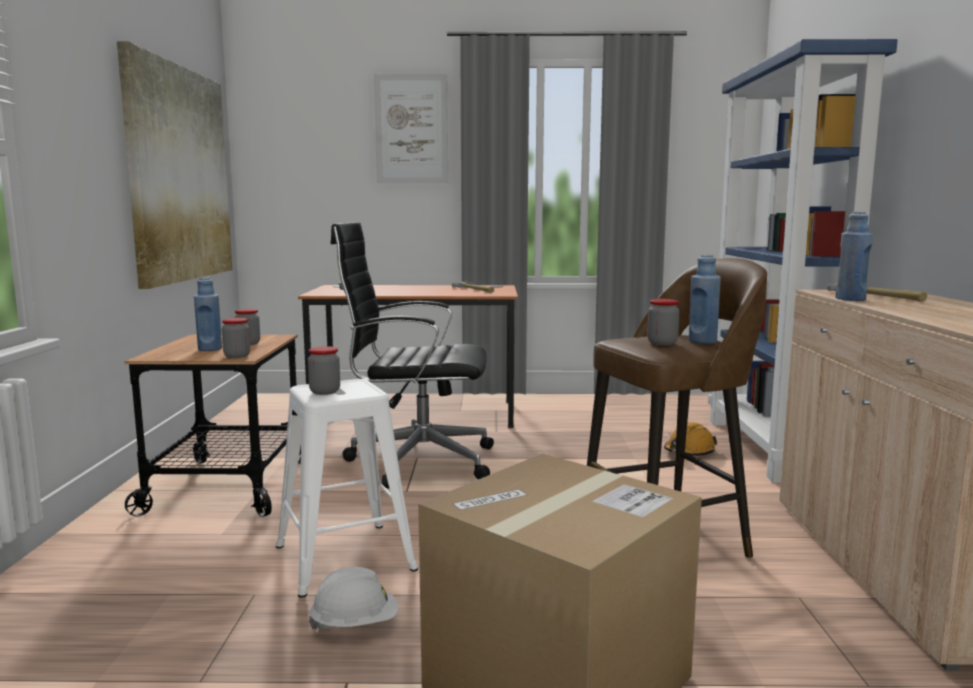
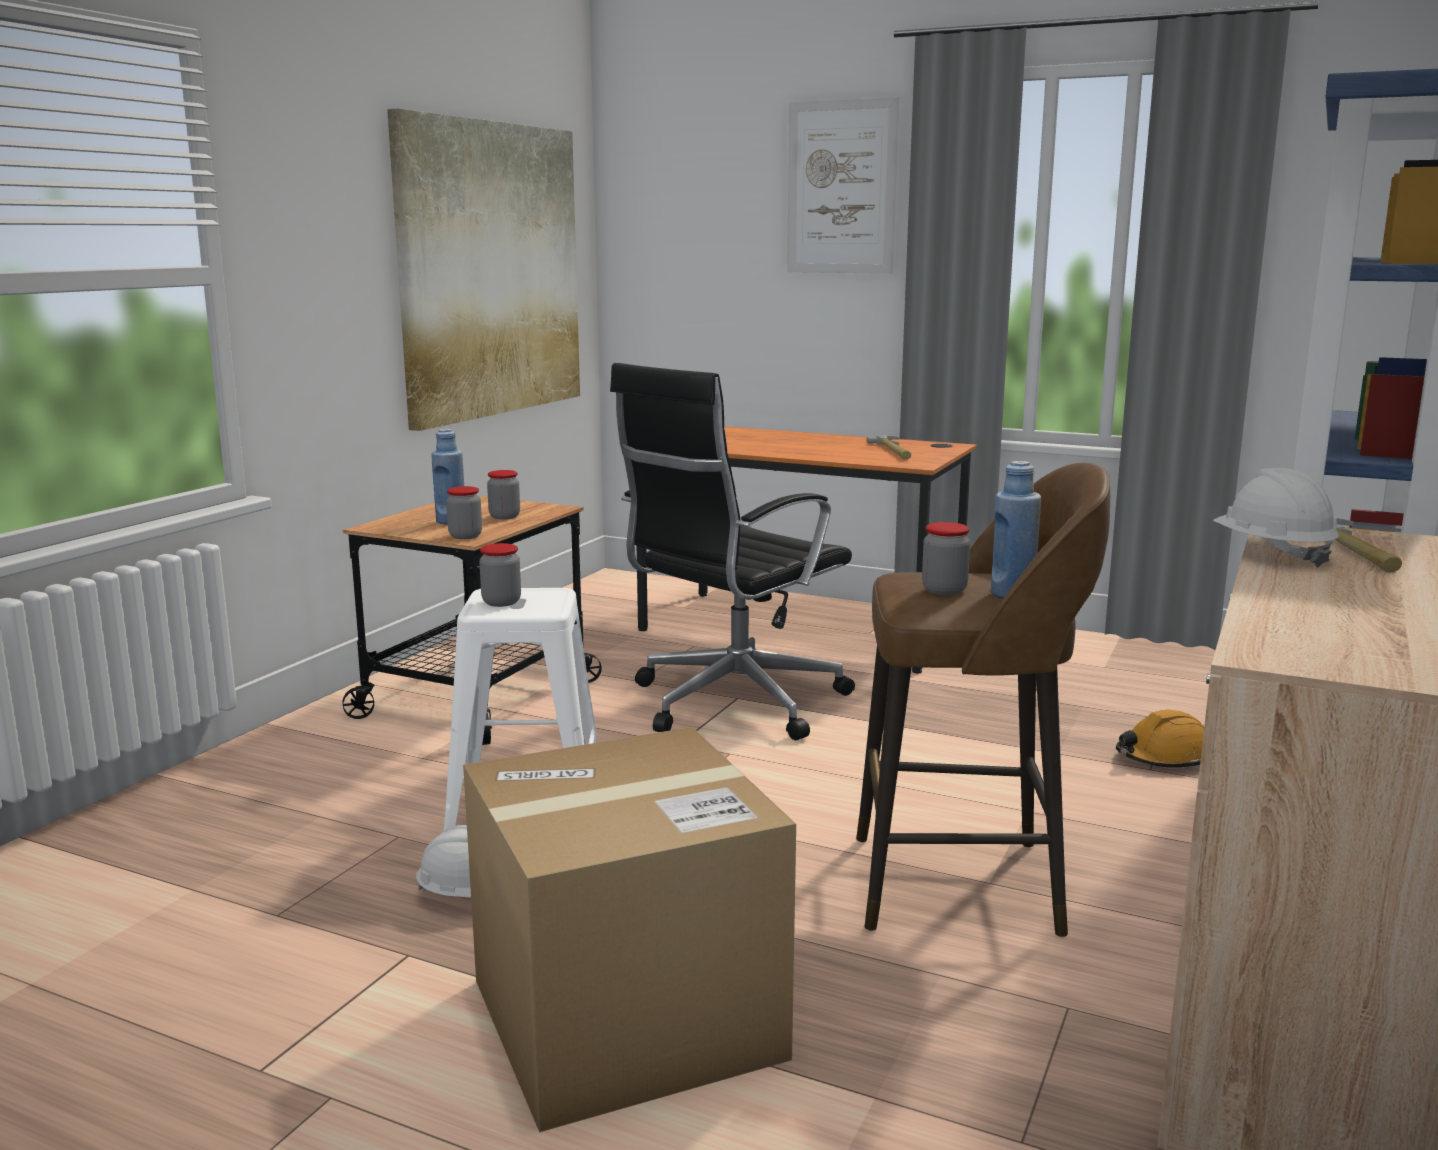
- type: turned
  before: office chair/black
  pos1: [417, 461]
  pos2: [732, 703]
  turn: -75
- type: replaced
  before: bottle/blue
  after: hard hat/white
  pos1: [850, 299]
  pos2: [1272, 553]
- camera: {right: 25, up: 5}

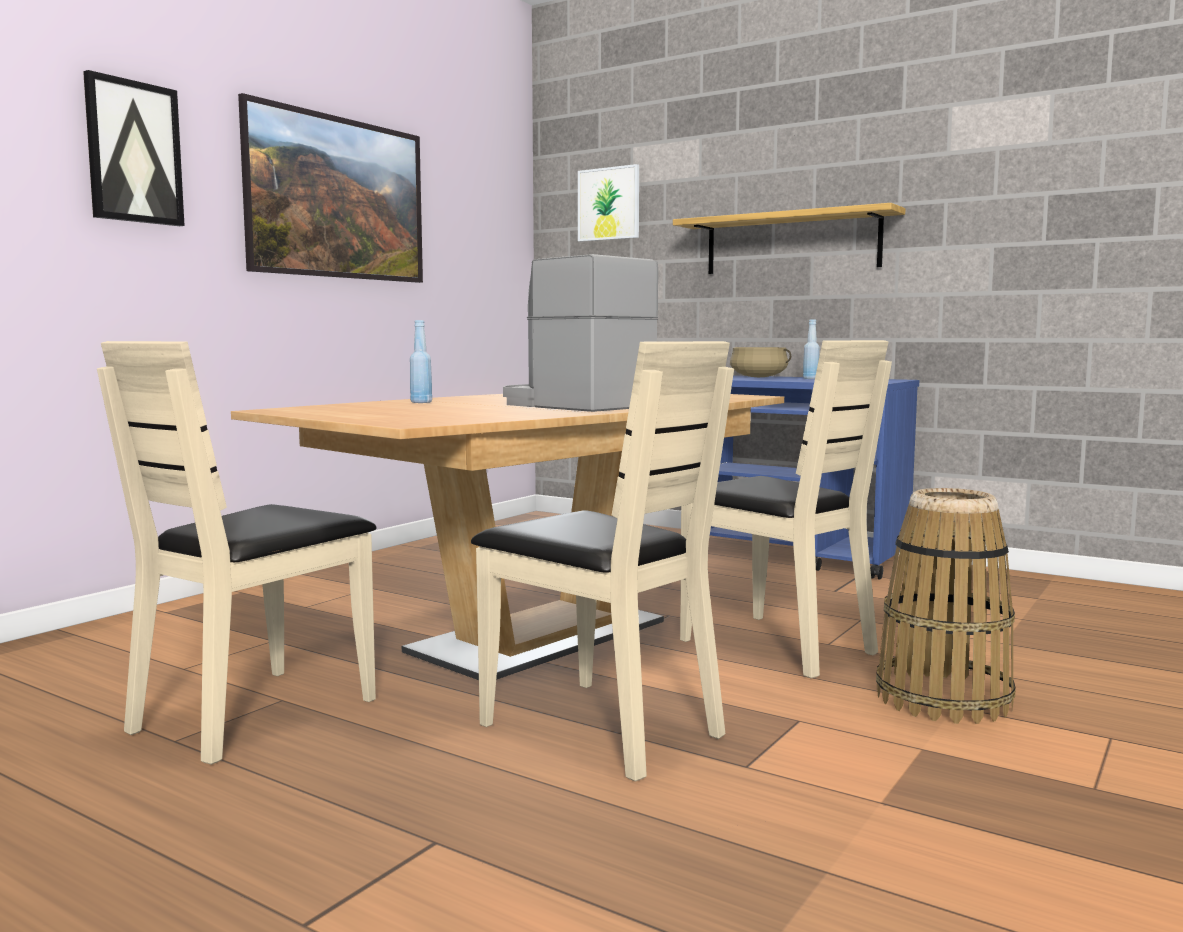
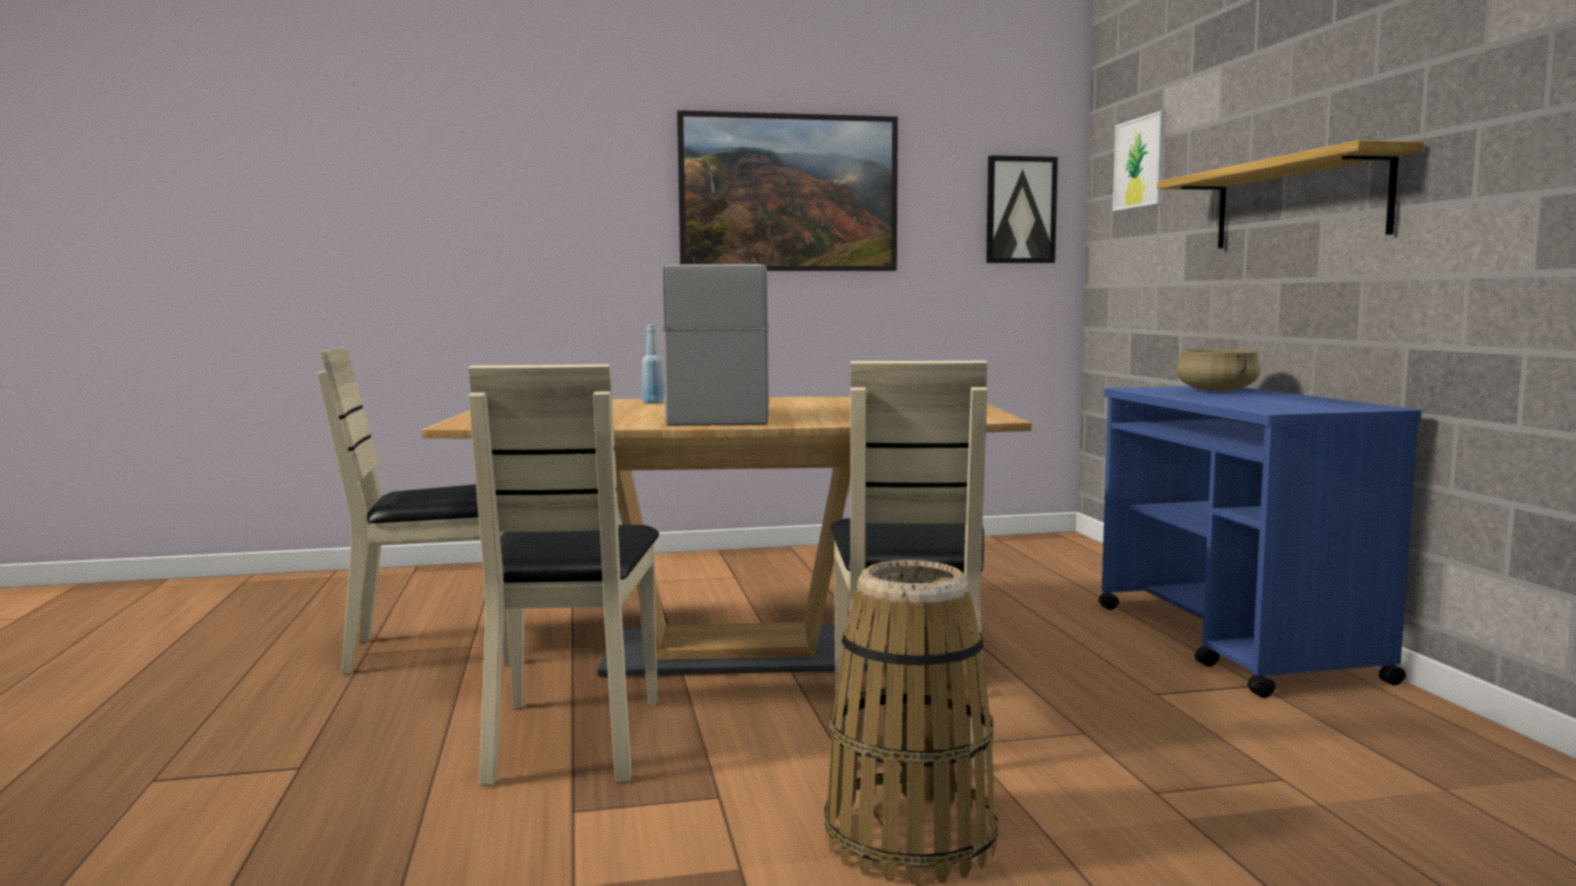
- type: moved
  before: picture
  pos1: [133, 152]
  pos2: [1020, 210]
- type: removed
  before: bottle/blue
  pos1: [810, 379]
- camera: {right: 45, up: 0}

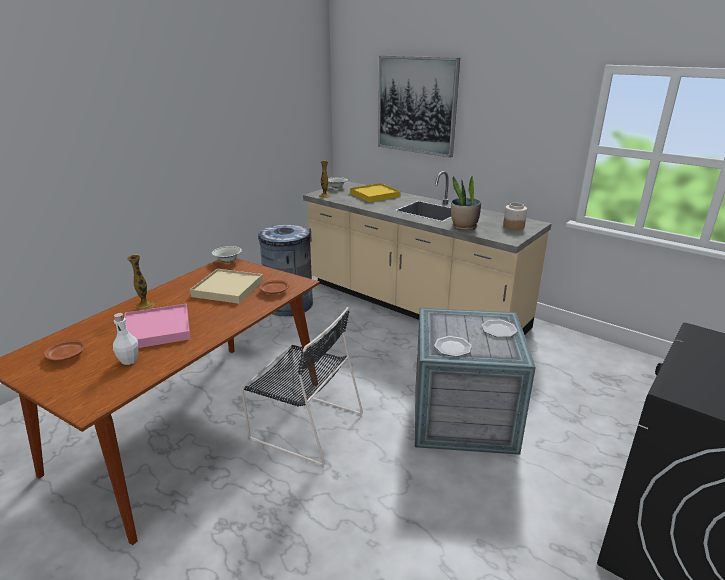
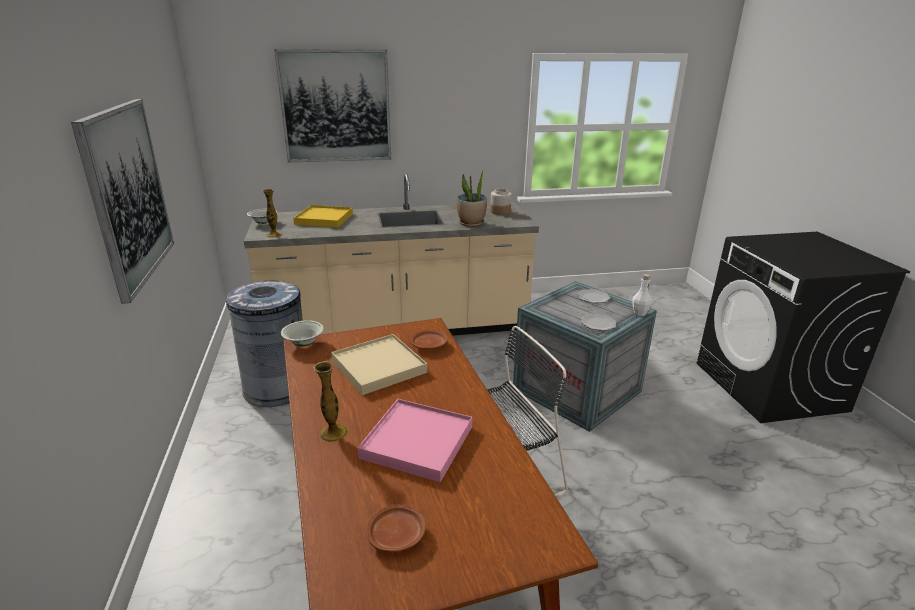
- type: added
  after: picture
  pos2: [128, 194]
- type: moved
  before: bottle/white
  pos1: [129, 360]
  pos2: [640, 313]
- camera: {right: -50, up: 0}

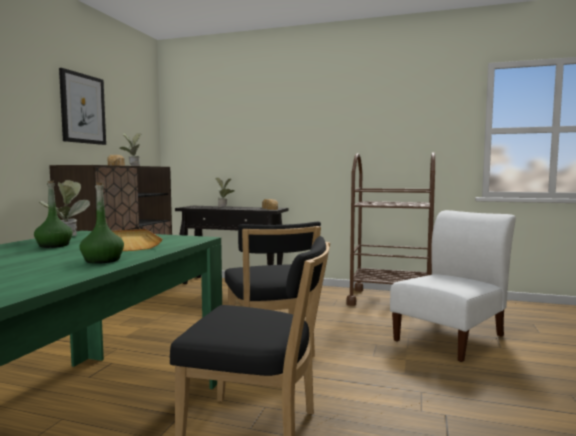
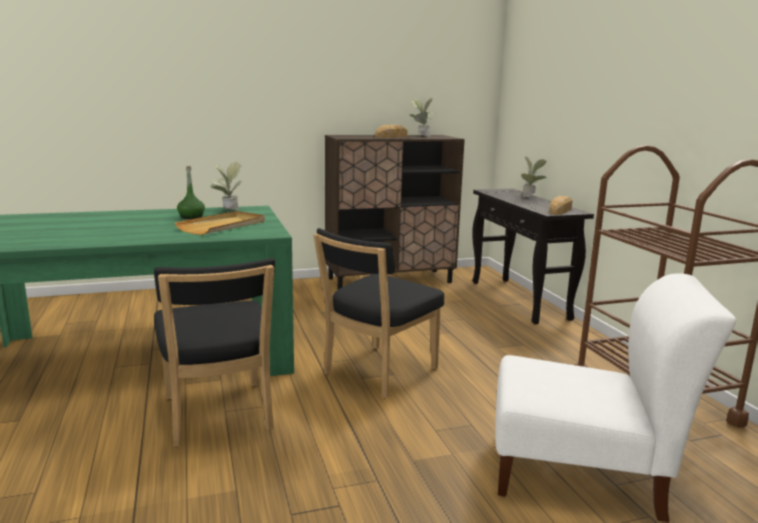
- type: removed
  before: picture
  pos1: [82, 109]
- type: removed
  before: bottle/green
  pos1: [103, 260]
- camera: {right: 55, up: 10}

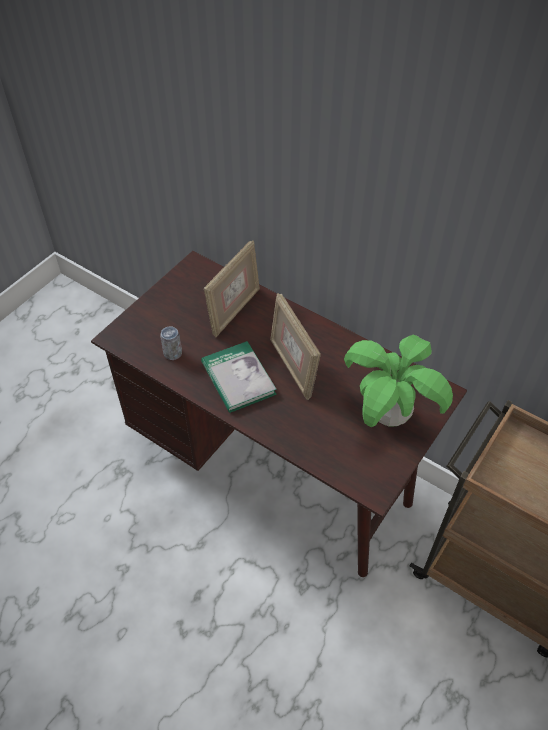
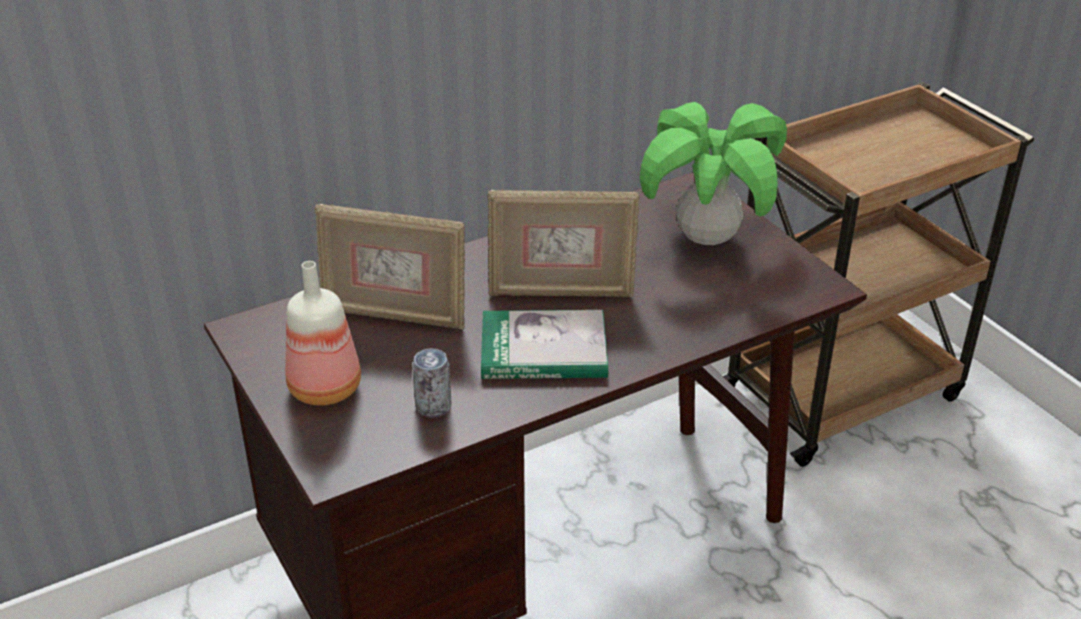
- type: added
  after: bottle
  pos2: [324, 387]
- type: turned
  before: picture frame
  pos1: [234, 311]
  pos2: [394, 315]
  turn: 135
- camera: {right: -65, up: -15}

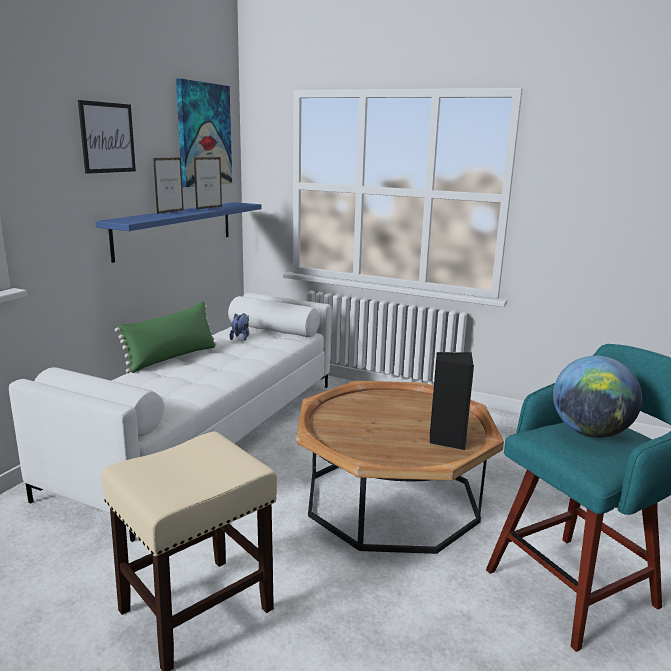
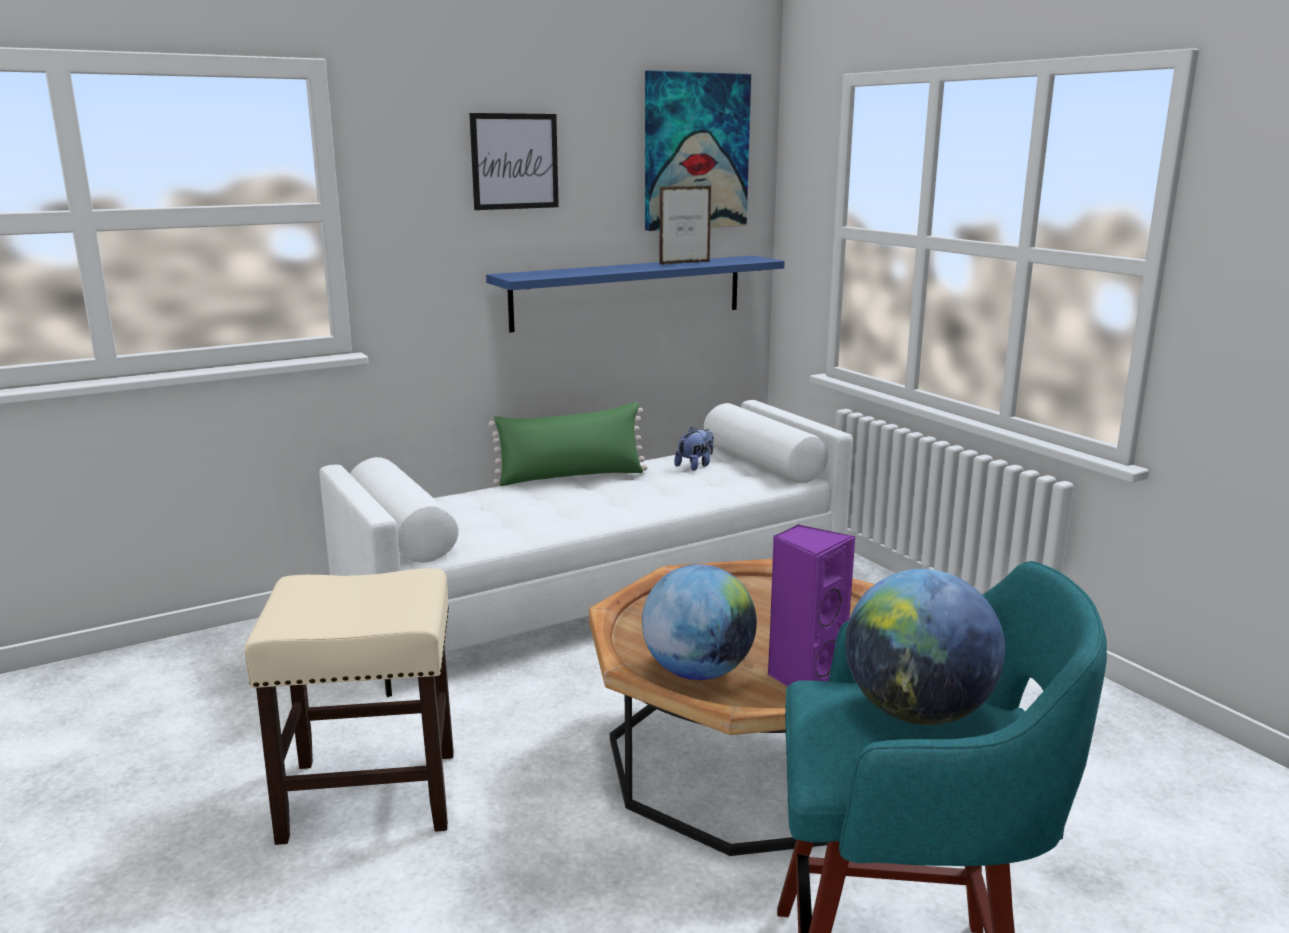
- type: added
  after: globe
  pos2: [698, 672]
- type: recoloured
  before: speaker/black
  after: speaker/purple
  pos1: [447, 439]
  pos2: [804, 678]
- type: removed
  before: picture frame
  pos1: [170, 212]
- camera: {right: 35, up: 0}

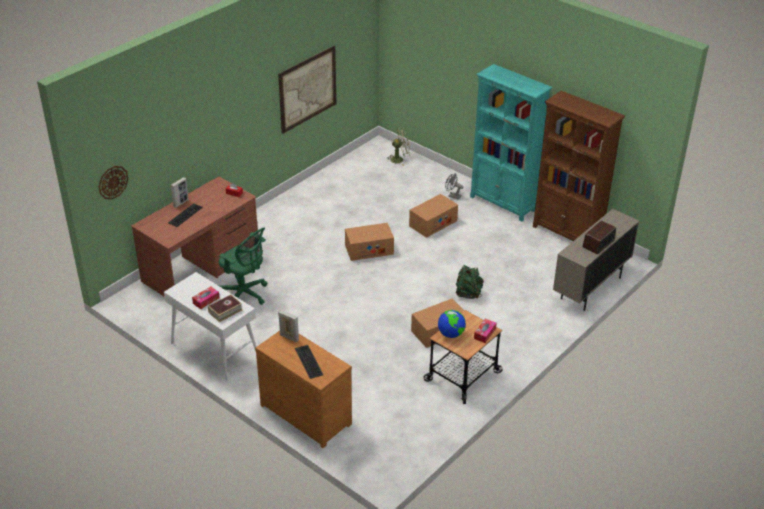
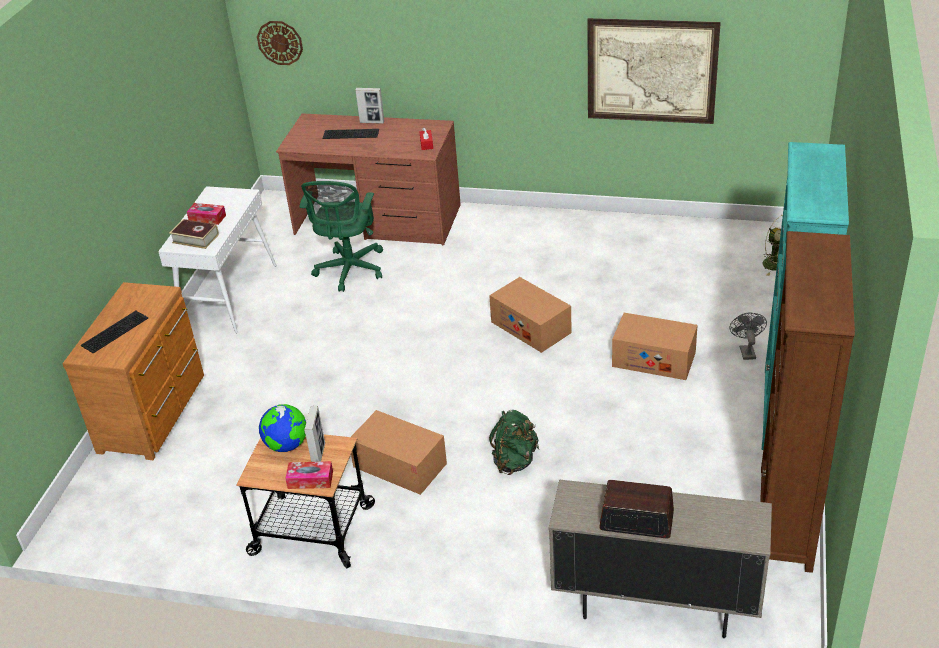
- type: moved
  before: picture frame
  pos1: [289, 337]
  pos2: [318, 455]
- camera: {right: 65, up: 0}

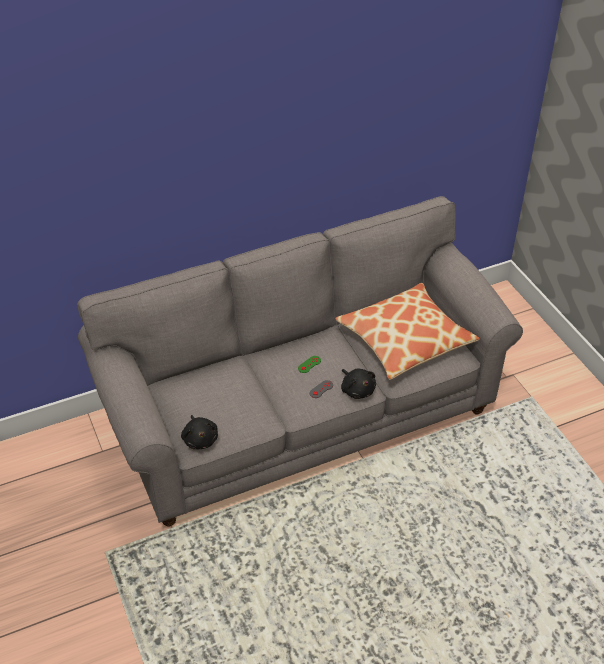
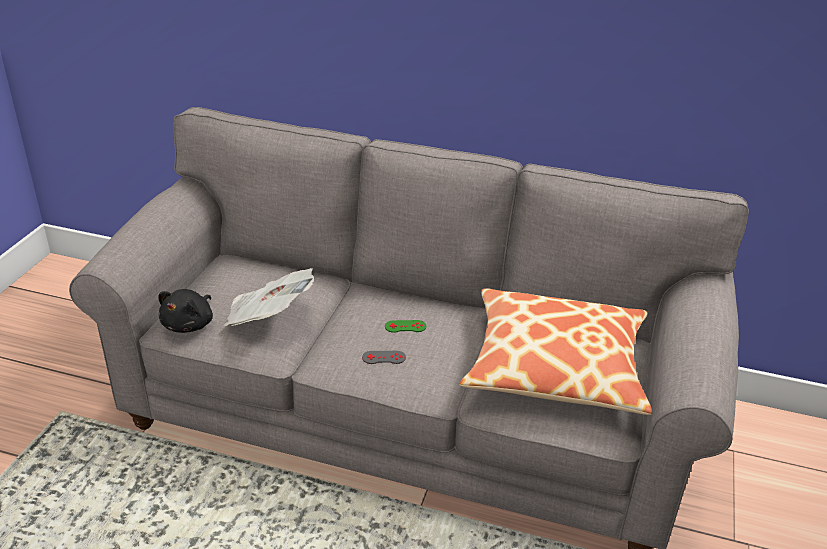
- type: added
  after: newspaper
  pos2: [269, 317]
- type: removed
  before: plush toy/black
  pos1: [357, 389]
- camera: {right: 40, up: -10}

